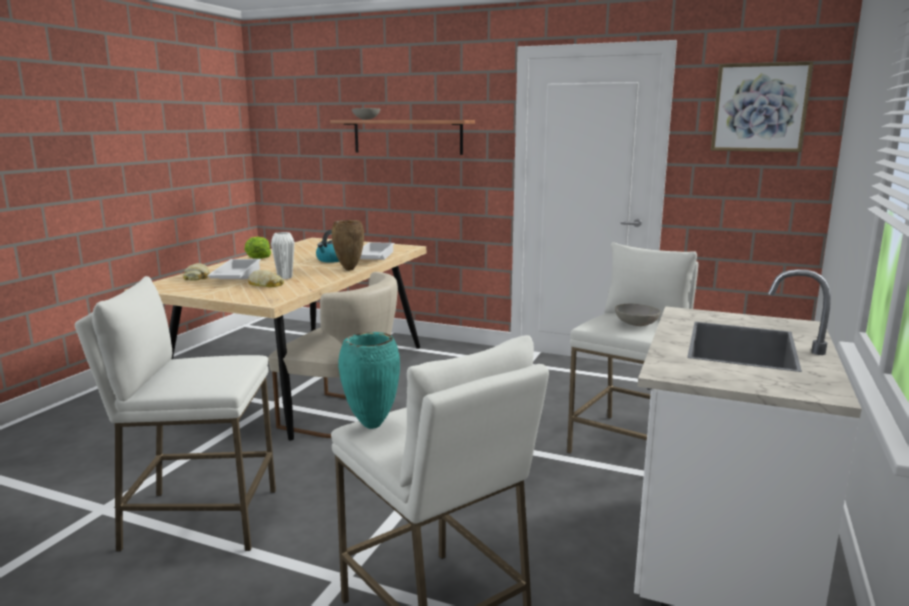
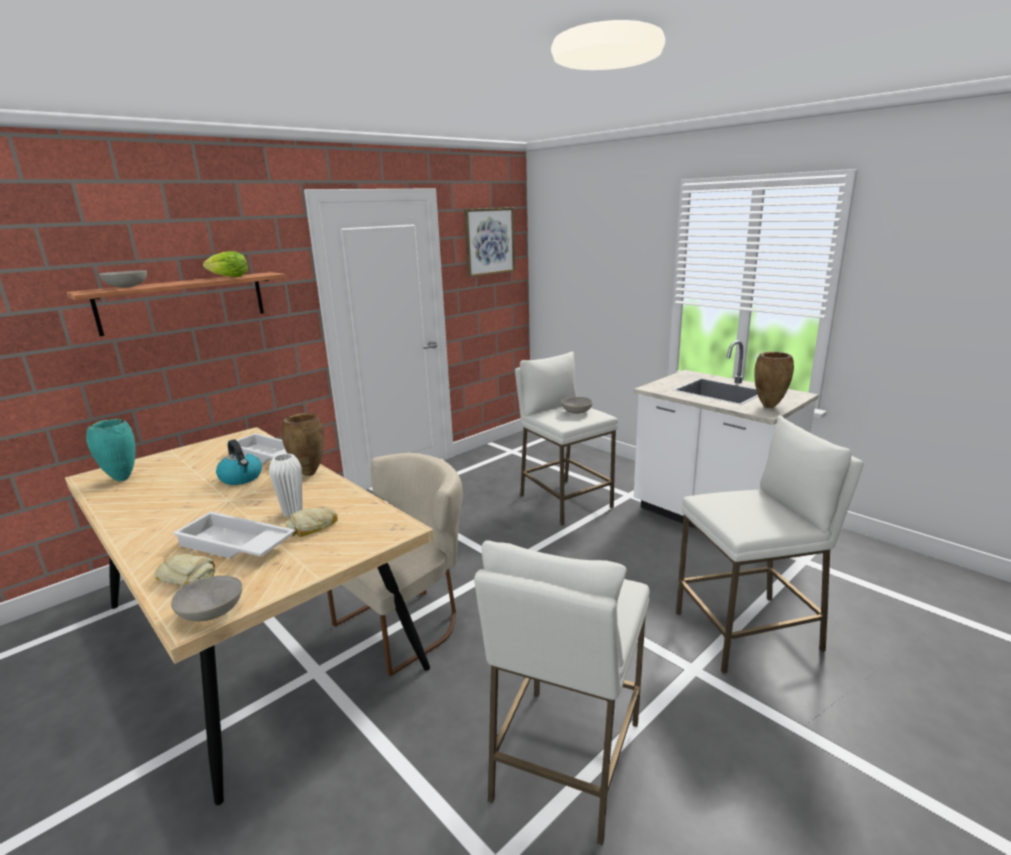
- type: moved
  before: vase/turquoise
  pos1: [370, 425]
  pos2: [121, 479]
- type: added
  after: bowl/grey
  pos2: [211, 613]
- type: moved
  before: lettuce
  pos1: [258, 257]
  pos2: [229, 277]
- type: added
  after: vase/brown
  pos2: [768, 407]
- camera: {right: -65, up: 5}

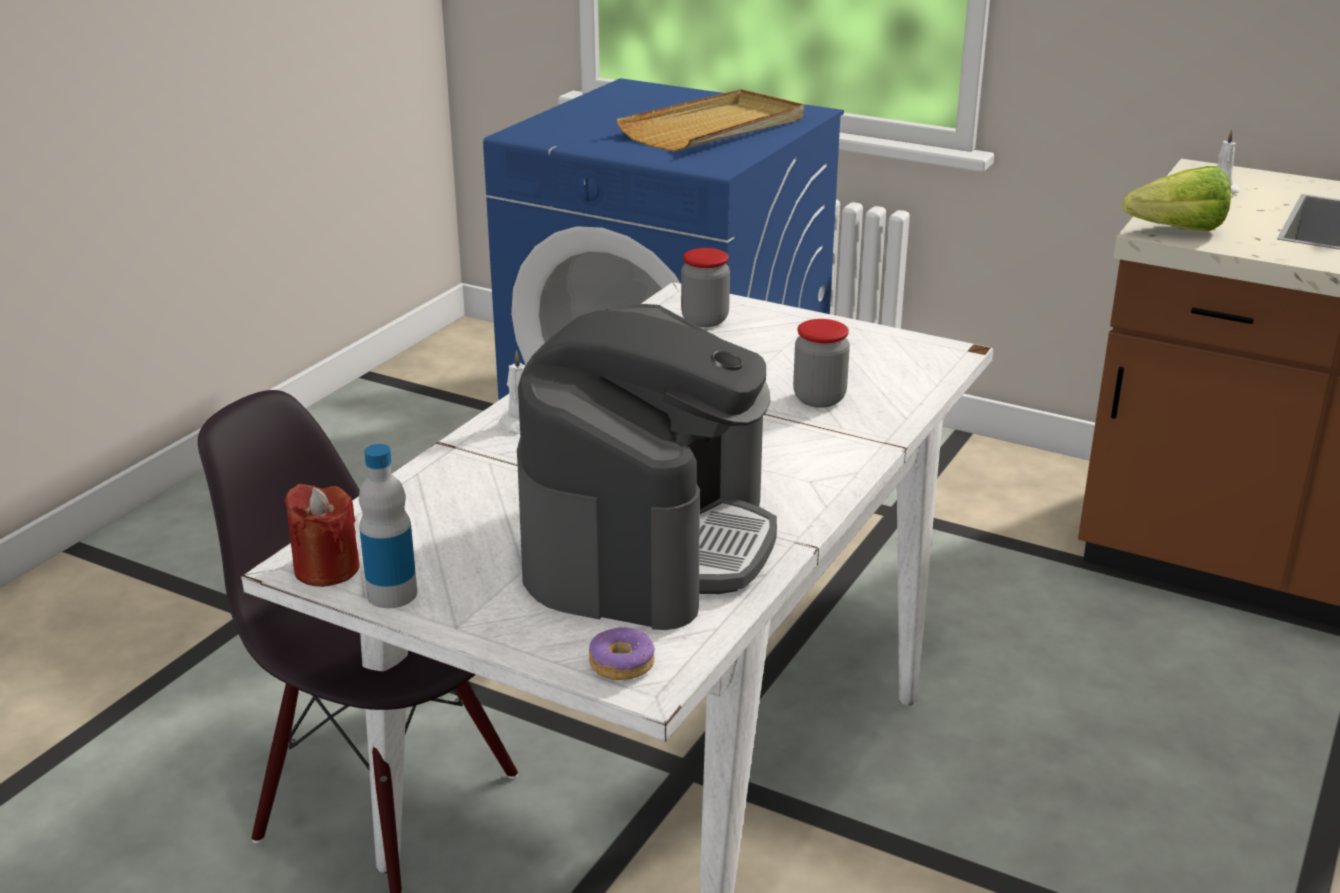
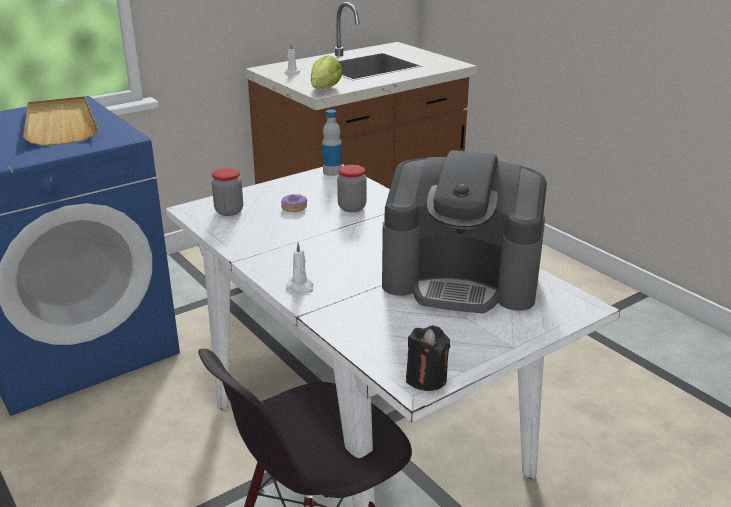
- type: moved
  before: donut
  pos1: [622, 664]
  pos2: [294, 207]
- type: moved
  before: bottle
  pos1: [392, 594]
  pos2: [332, 172]
- type: turned
  before: coffee machine
  pos1: [648, 542]
  pos2: [461, 279]
  turn: 150
- type: recoloured
  before: candle/red
  after: candle/black
  pos1: [327, 569]
  pos2: [426, 378]
- camera: {right: -65, up: 0}

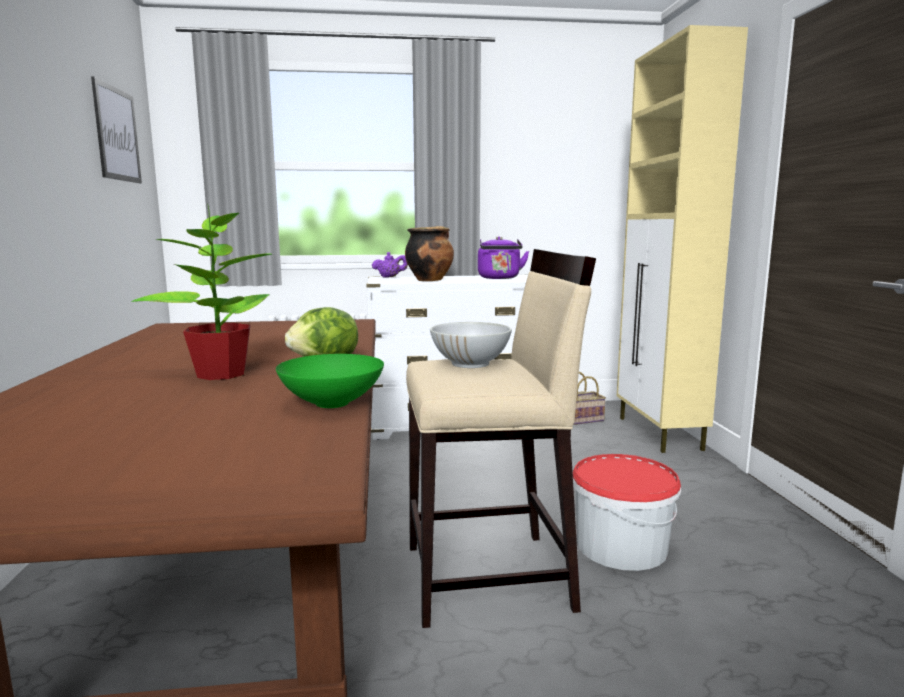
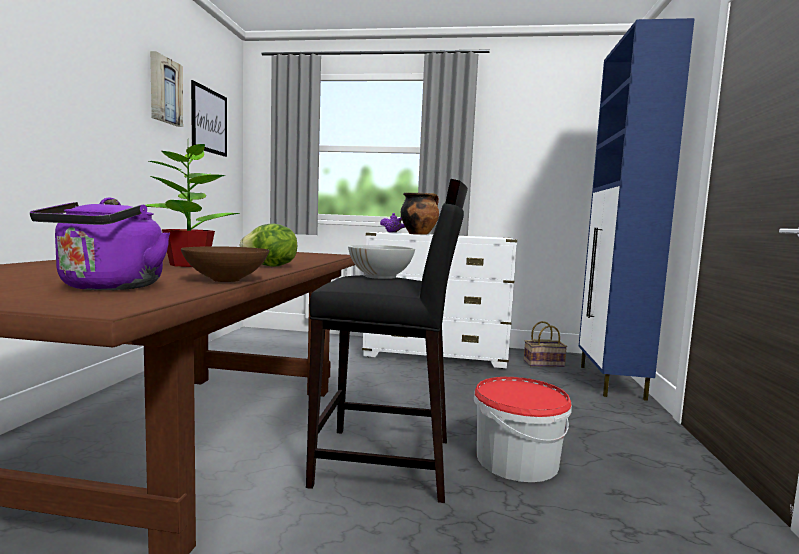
- type: moved
  before: kettle/purple
  pos1: [499, 278]
  pos2: [108, 287]
- type: added
  after: picture
  pos2: [164, 90]
- type: recoloured
  before: bowl/green
  after: bowl/brown
  pos1: [333, 403]
  pos2: [226, 280]
- type: recoloured
  before: stool/beige
  after: stool/black
  pos1: [490, 577]
  pos2: [385, 462]
- type: recoloured
  before: cabinet/beige
  after: cabinet/blue
  pos1: [659, 434]
  pos2: [611, 382]
- camera: {right: 15, up: -5}

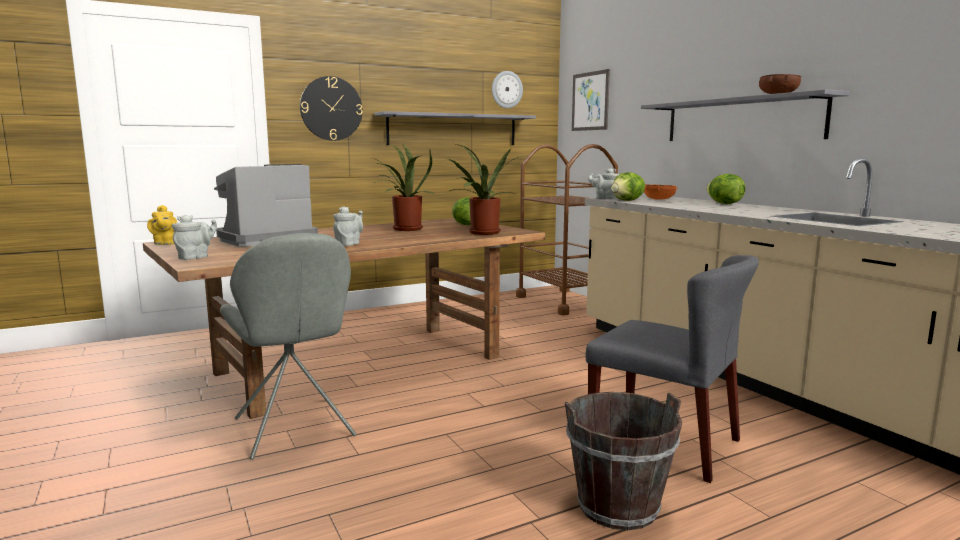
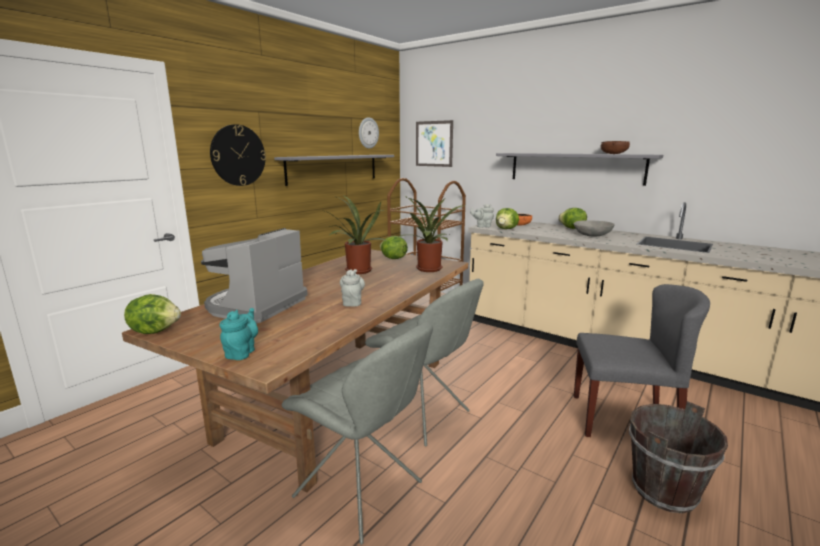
- type: replaced
  before: teapot/yellow
  after: lettuce
  pos1: [164, 243]
  pos2: [155, 331]
- type: recoloured
  before: teapot/grey
  after: teapot/turquoise
  pos1: [195, 257]
  pos2: [242, 352]
- type: added
  after: chair/grey
  pos2: [422, 415]
- type: added
  after: bowl/grey
  pos2: [592, 235]
- camera: {right: -25, up: 5}

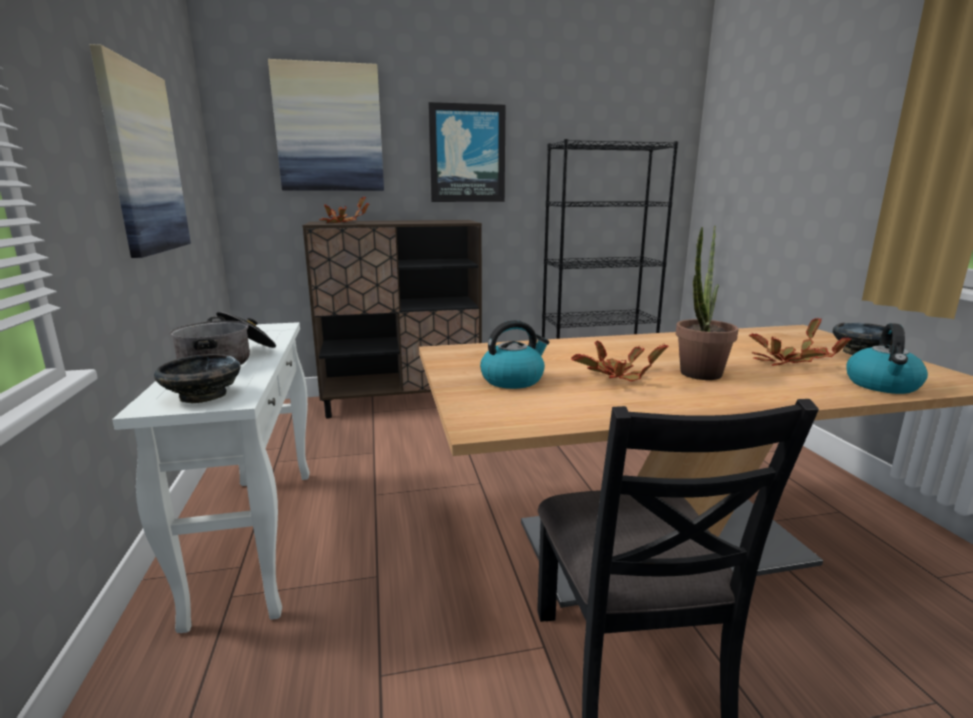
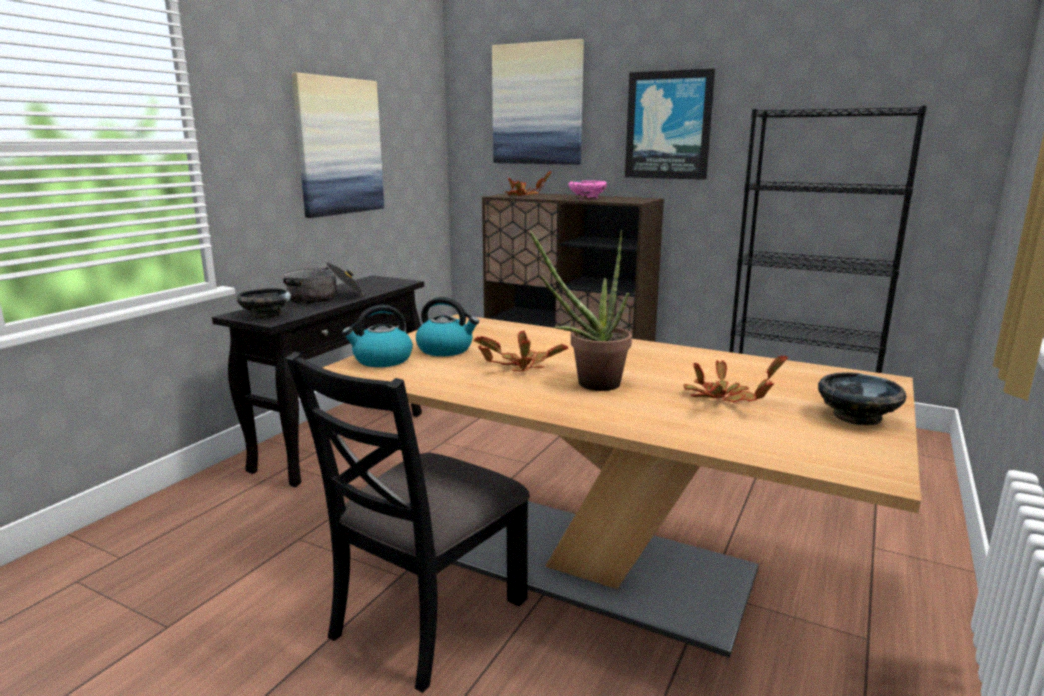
- type: recoloured
  before: console table/white
  after: console table/black
  pos1: [257, 537]
  pos2: [343, 440]
- type: moved
  before: kettle
  pos1: [883, 385]
  pos2: [382, 360]
- type: added
  after: bowl/pink
  pos2: [587, 199]
- camera: {right: 40, up: 0}

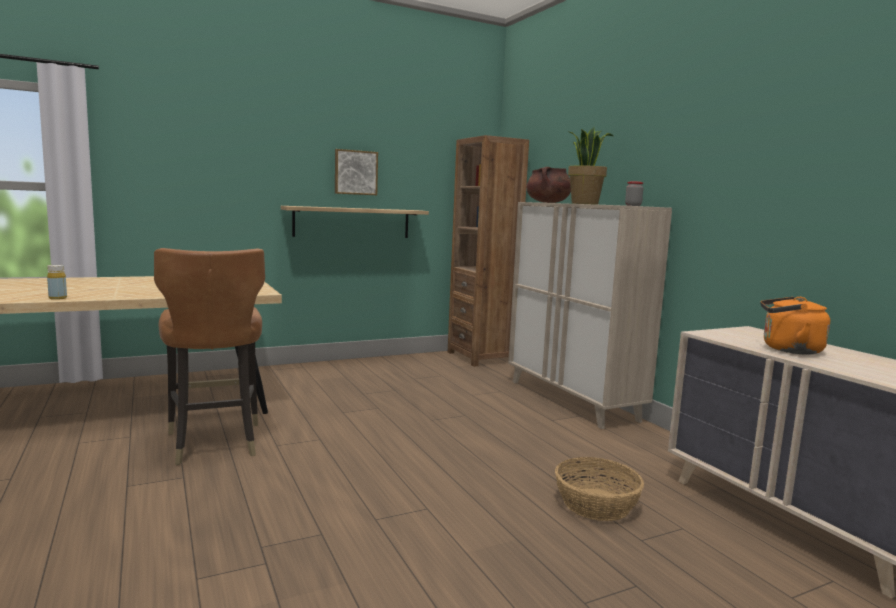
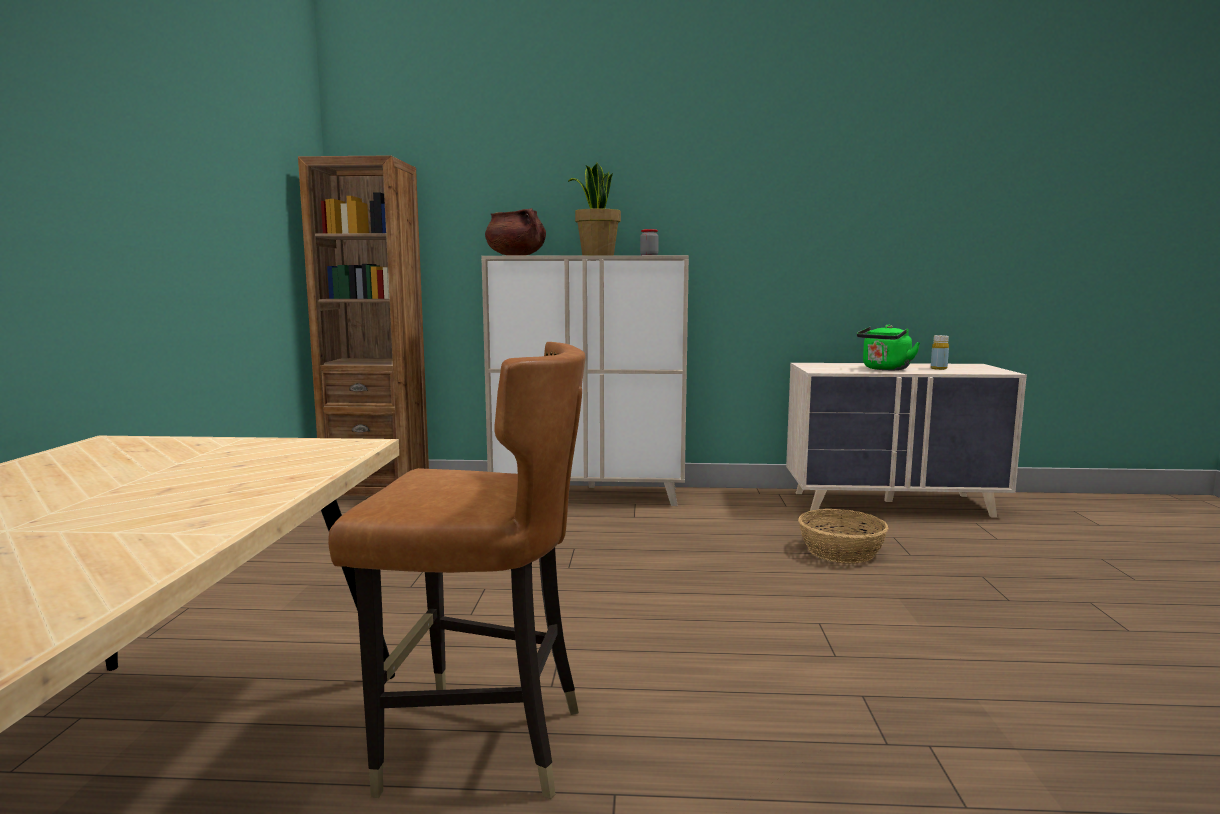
- type: recoloured
  before: kettle/orange
  after: kettle/green
  pos1: [788, 350]
  pos2: [885, 369]
- type: moved
  before: bottle/yellow
  pos1: [58, 298]
  pos2: [938, 368]
- type: removed
  before: shelf
  pos1: [352, 222]
- type: removed
  before: picture
  pos1: [355, 172]
- camera: {right: -60, up: 0}

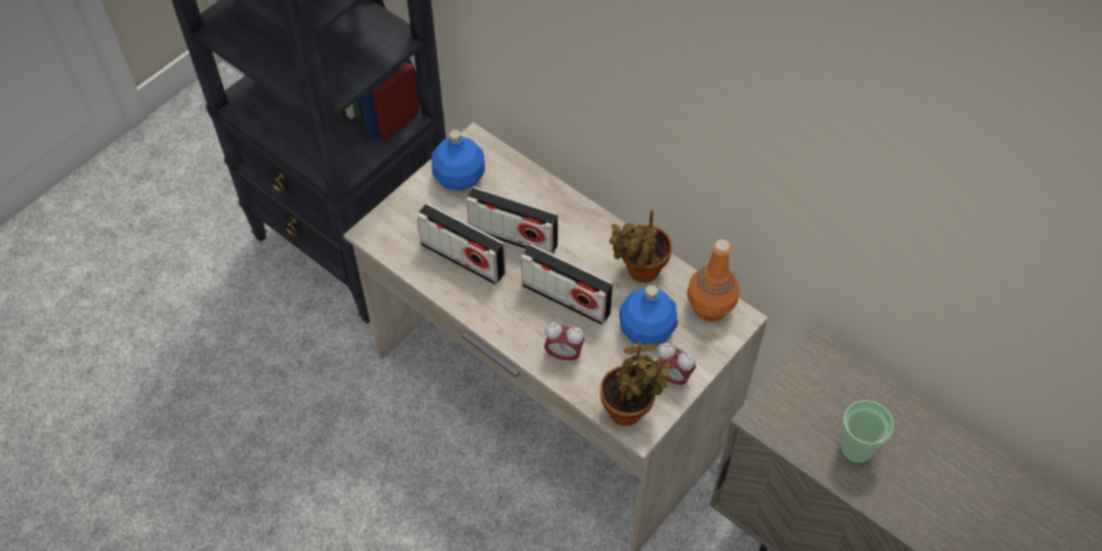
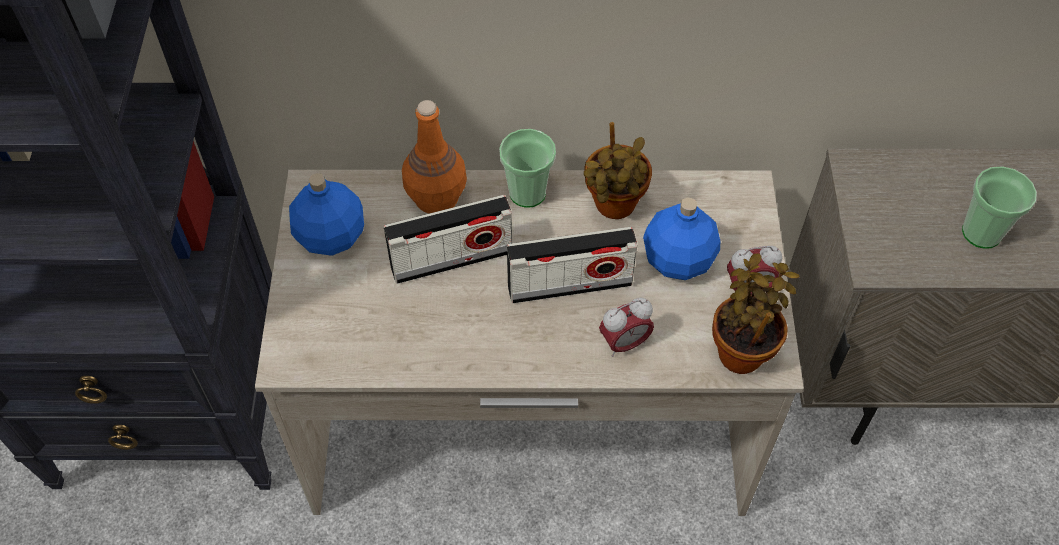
- type: moved
  before: bottle/orange
  pos1: [709, 307]
  pos2: [435, 197]
- type: added
  after: cup
  pos2: [527, 193]
- type: removed
  before: radio
  pos1: [463, 258]
- camera: {right: -40, up: 0}

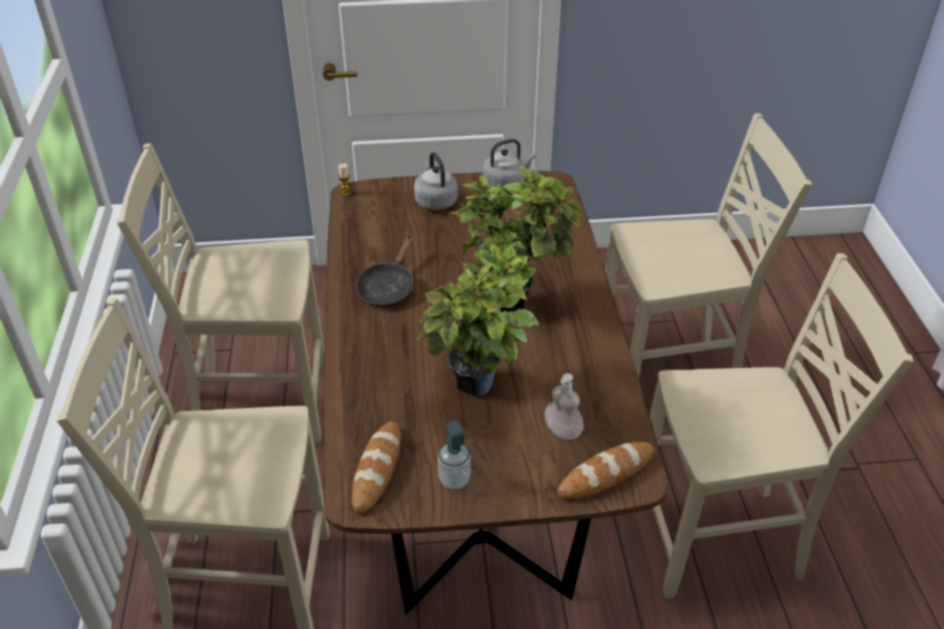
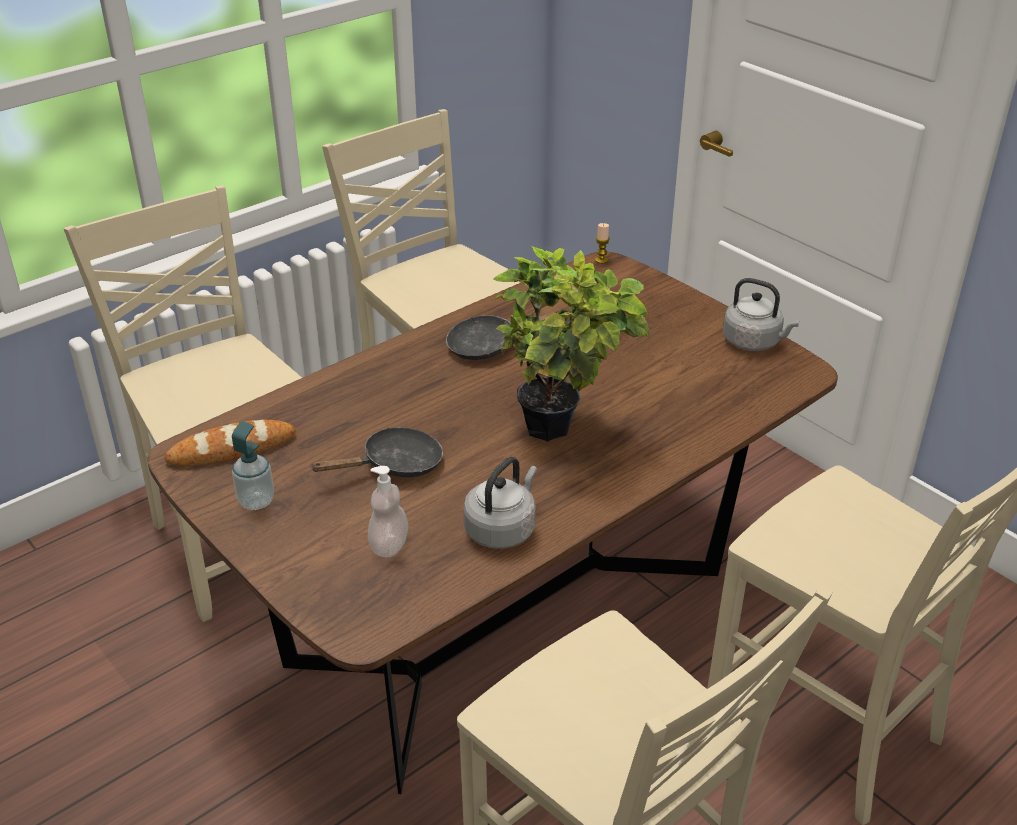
- type: replaced
  before: potted plant
  after: frying pan/black
  pos1: [479, 391]
  pos2: [395, 465]
- type: moved
  before: kettle/grey
  pos1: [435, 201]
  pos2: [502, 529]
- type: removed
  before: bread
  pos1: [605, 474]
- camera: {right: 55, up: -5}

